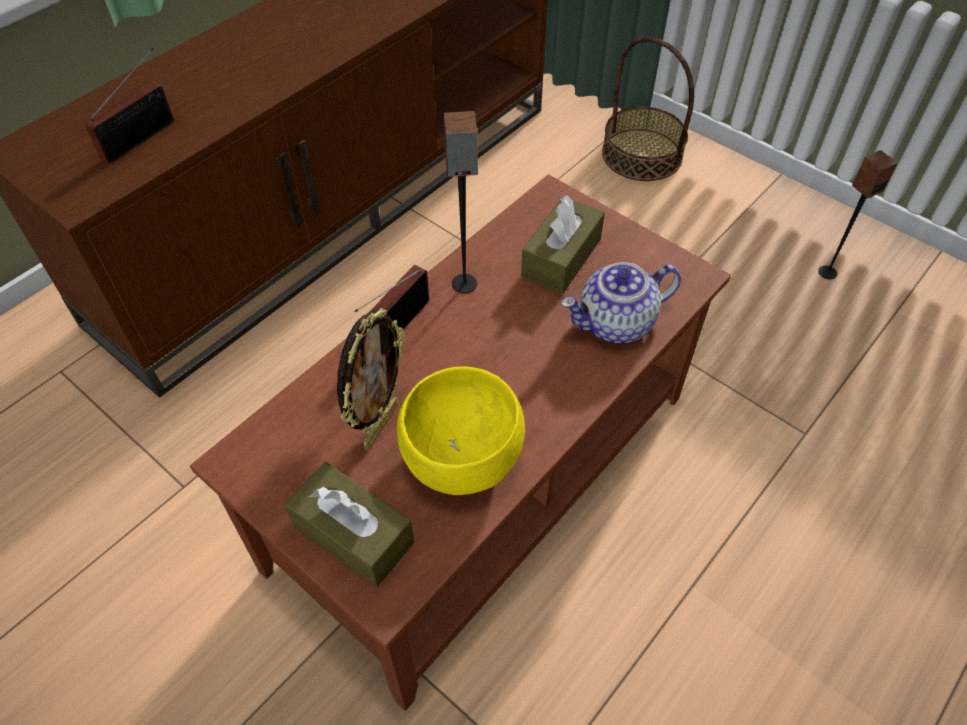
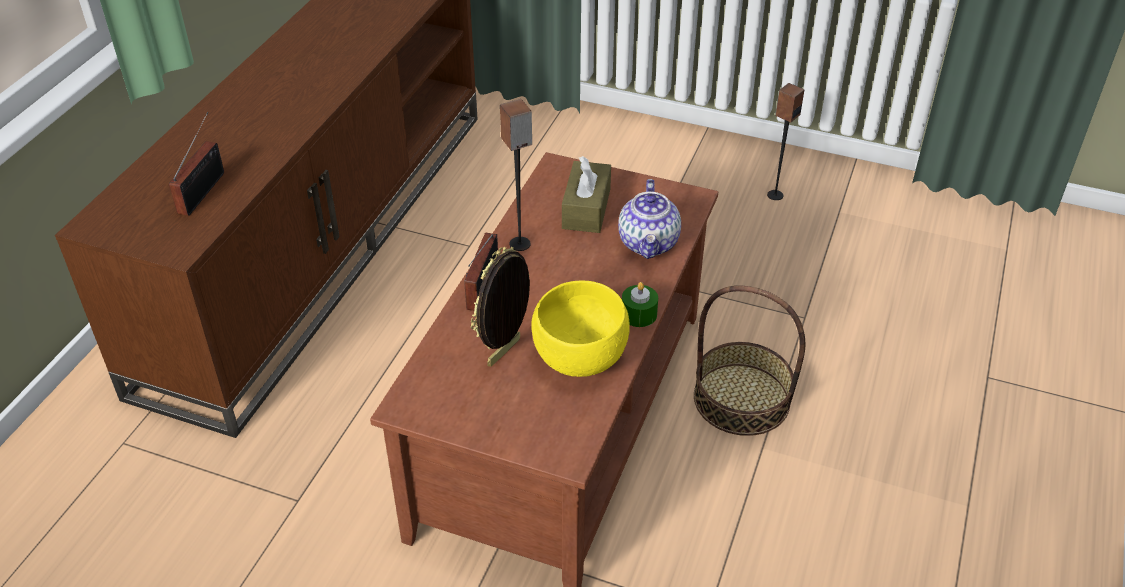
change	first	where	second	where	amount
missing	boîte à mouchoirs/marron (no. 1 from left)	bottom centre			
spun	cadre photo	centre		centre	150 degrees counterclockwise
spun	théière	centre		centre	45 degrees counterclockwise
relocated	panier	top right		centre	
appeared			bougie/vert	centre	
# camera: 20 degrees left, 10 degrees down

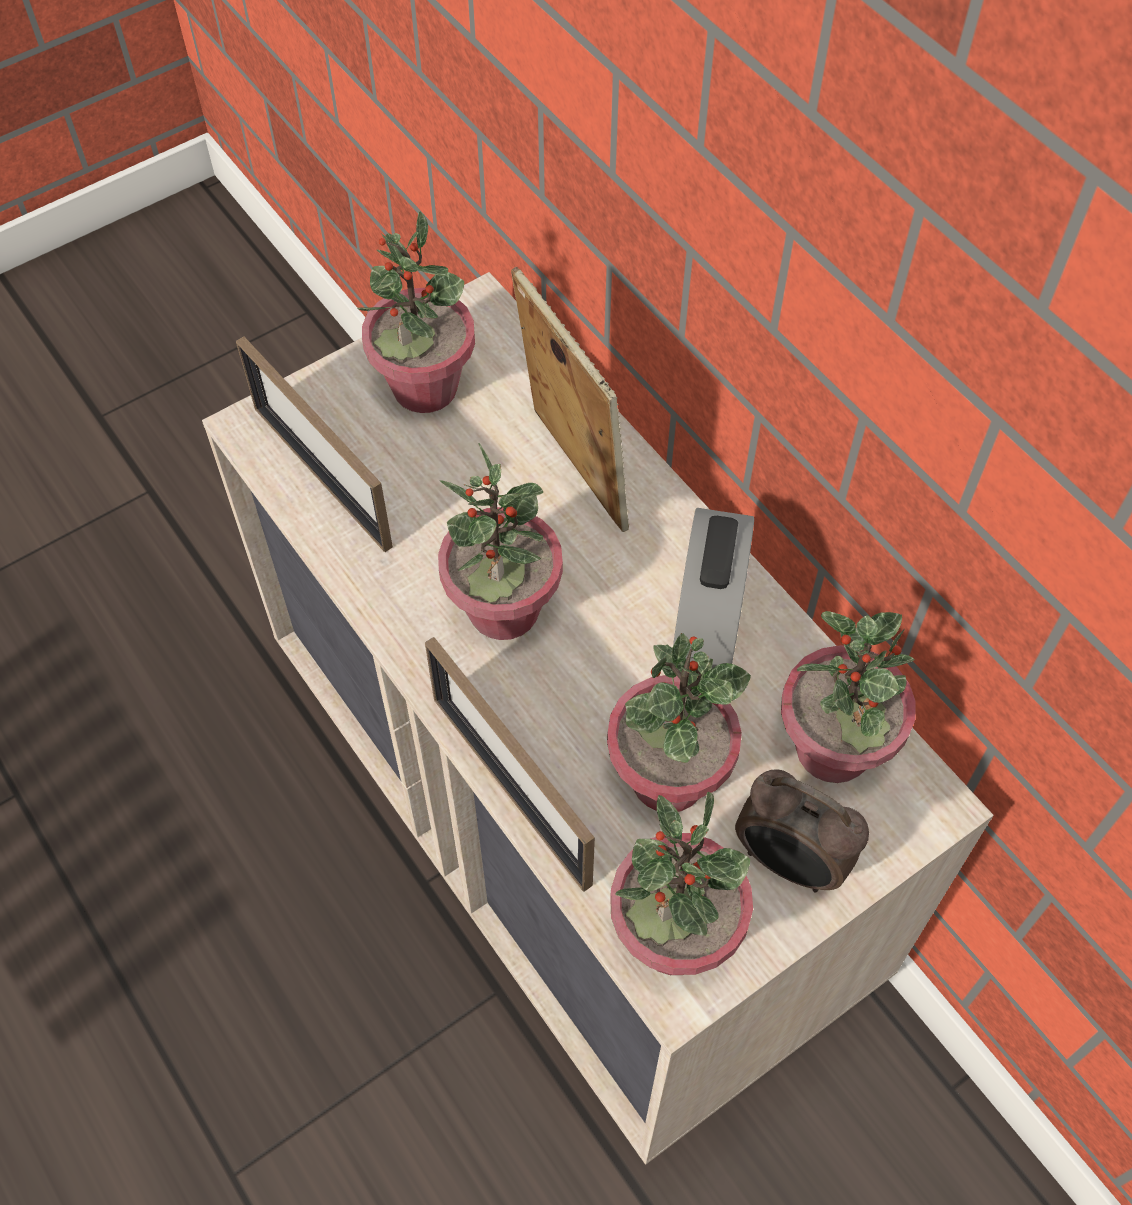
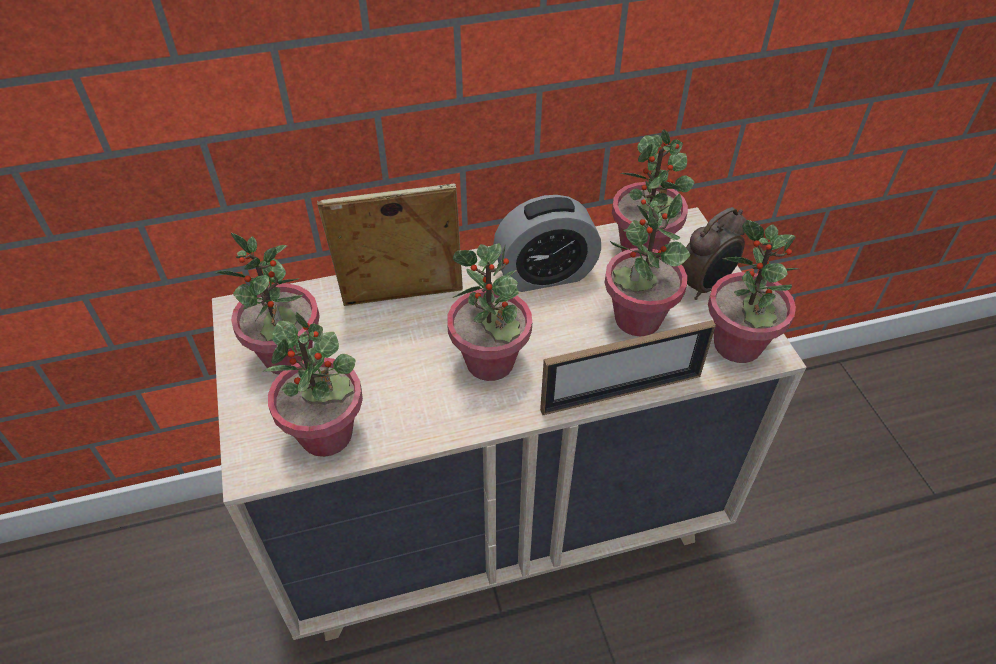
change	first	where	second	where	amount
exchanged	cadre photo (no. 1 from left)	middle left	plante en pot (no. 2 from left)	middle left	
spun	réveil (no. 1 from left)	centre		centre	45 degrees counterclockwise
# camera: 70 degrees left, 10 degrees down

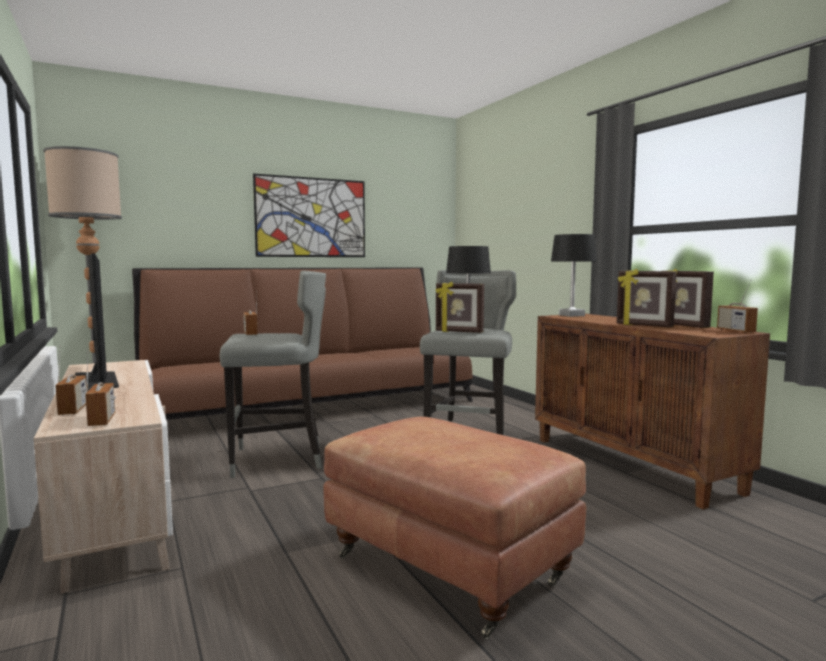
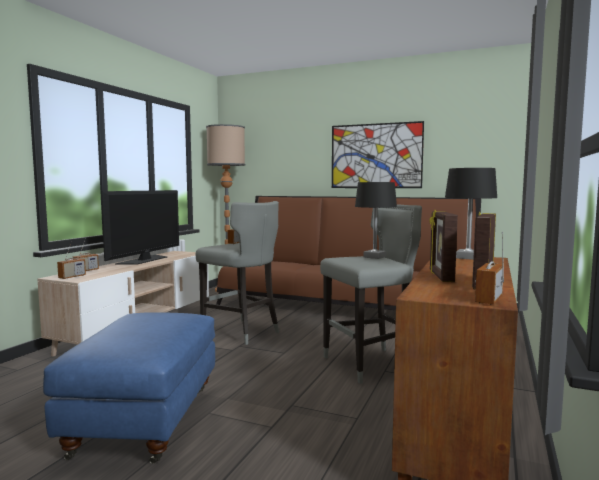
change	first	where	second	where	amount
colour	pouf/marron	bottom centre	pouf/bleu	bottom left	
missing	cadre photo (no. 1 from left)	centre			
# camera: 50 degrees right, 0 degrees up

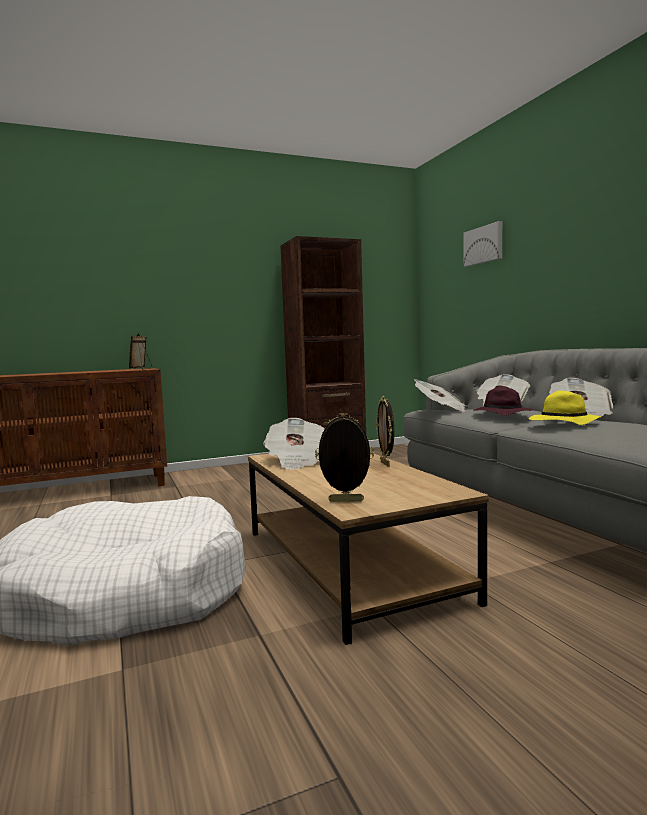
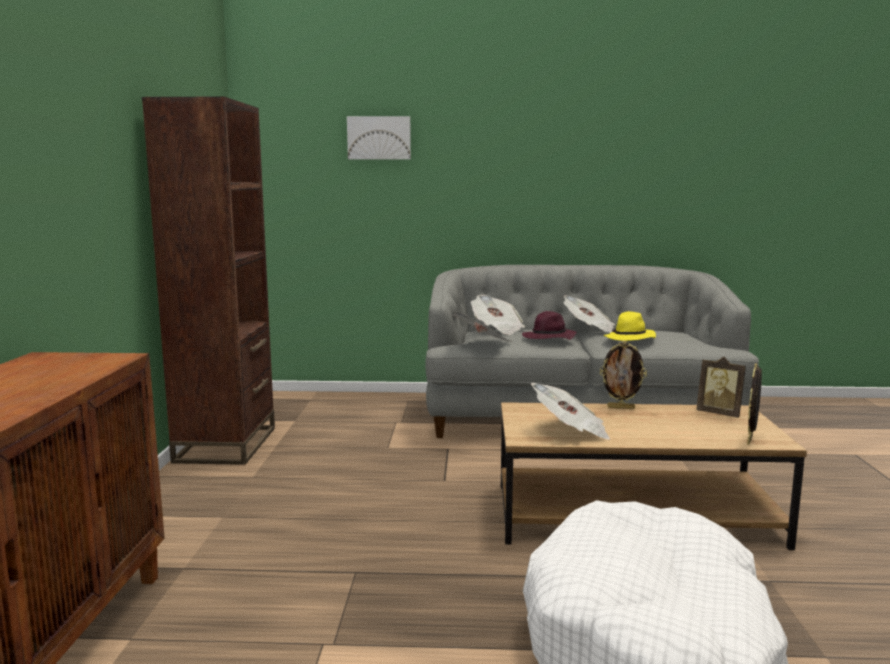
change	first	where	second	where	amount
relocated	cadre photo (no. 1 from left in the first image)	middle left	cadre photo (no. 2 from left)	middle right	
# camera: 65 degrees left, 5 degrees up

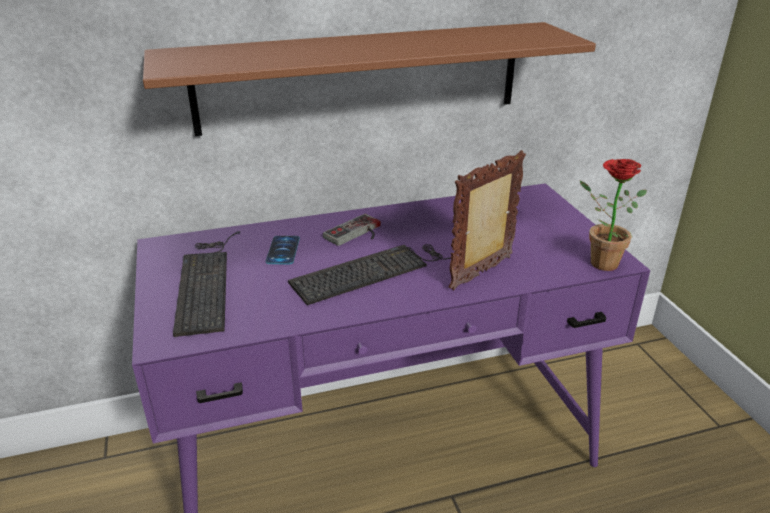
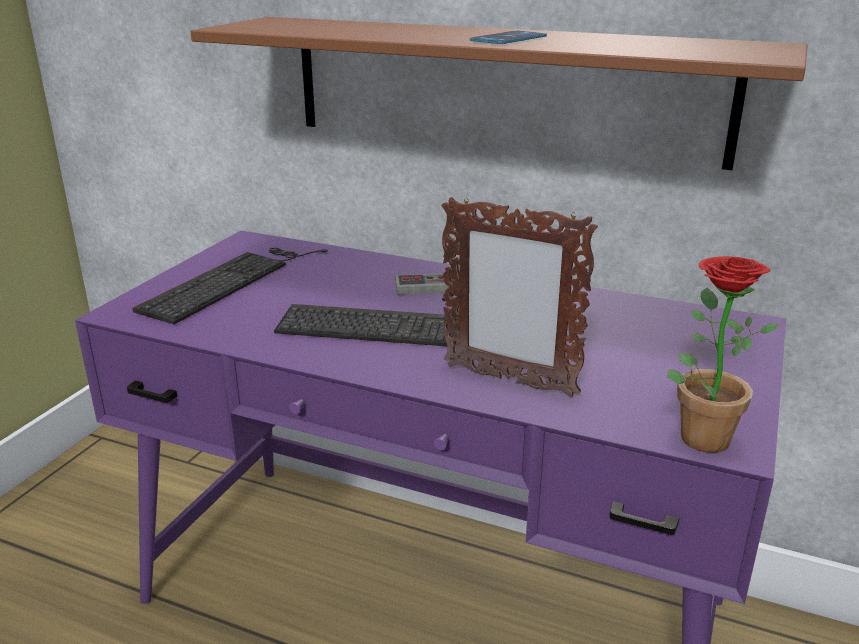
change	first	where	second	where	amount
relocated	téléphone	centre		top centre	
spun	cadre photo	centre		centre	150 degrees counterclockwise
# camera: 40 degrees right, 5 degrees down

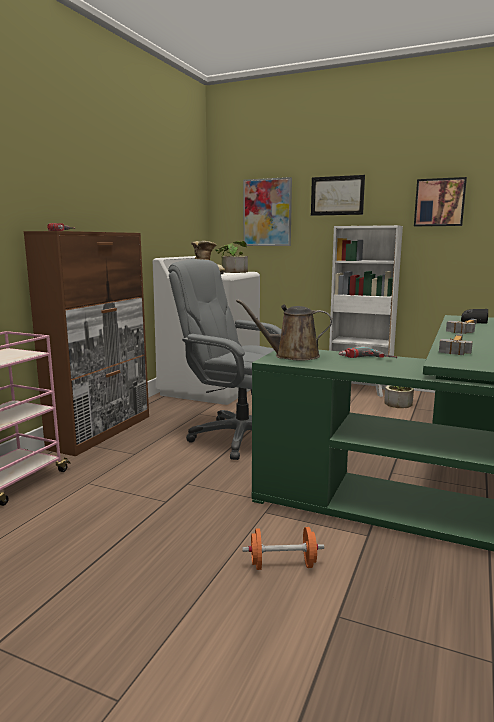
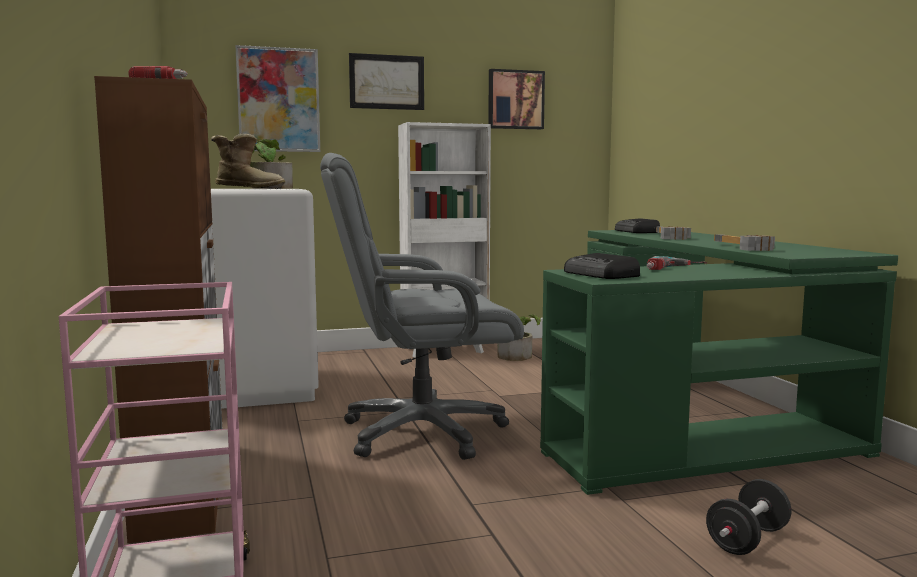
change	first	where	second	where	amount
exchanged	arrosoir/marron	centre	radio (no. 1 from left)	centre	
colour	haltère/orange	bottom centre	haltère/noir	bottom right	
# camera: 40 degrees left, 5 degrees down

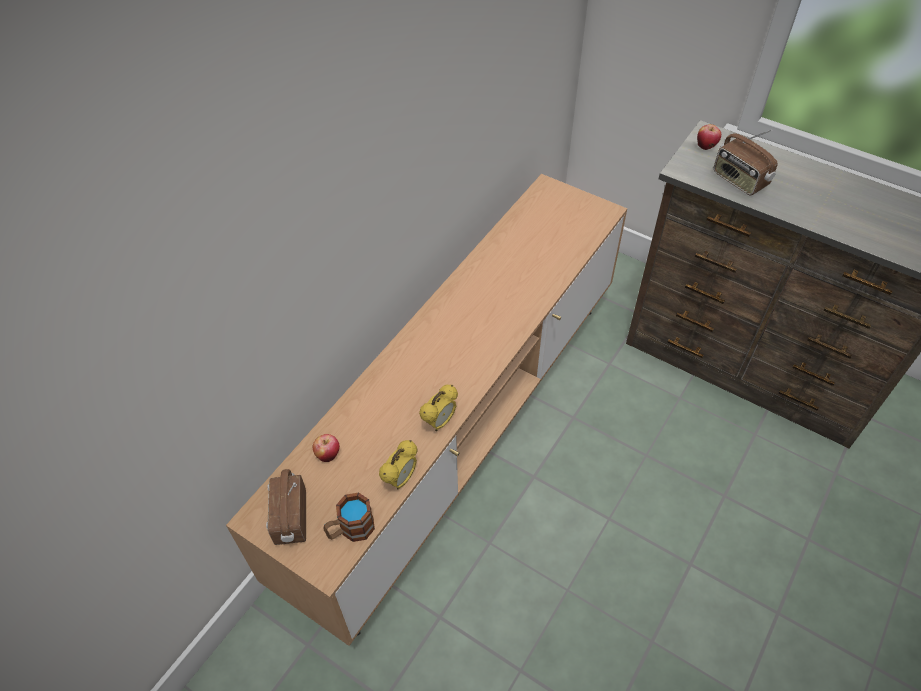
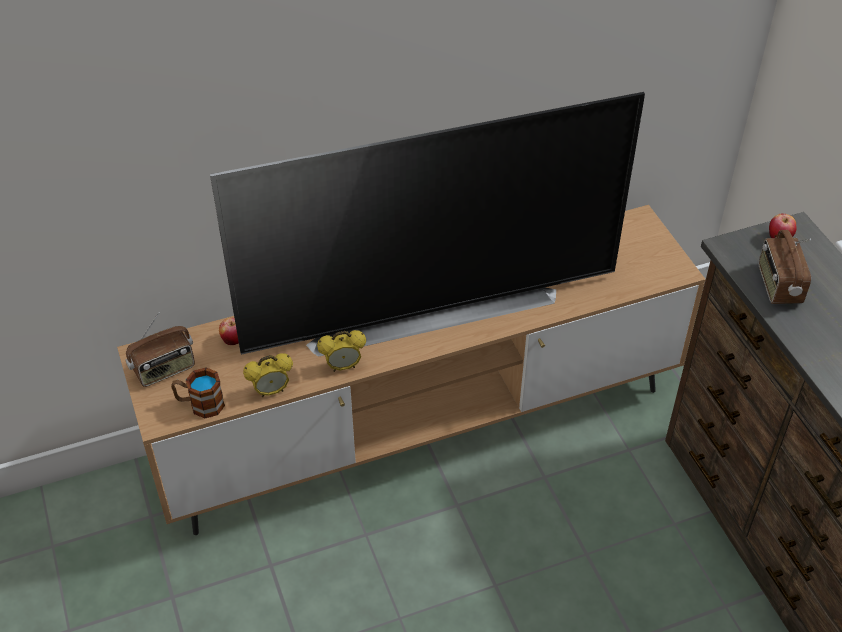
change	first	where	second	where	amount
spun	radio (no. 1 from left)	bottom left		middle left	150 degrees counterclockwise
appeared			téléviseur	centre	
# camera: 35 degrees right, 5 degrees down

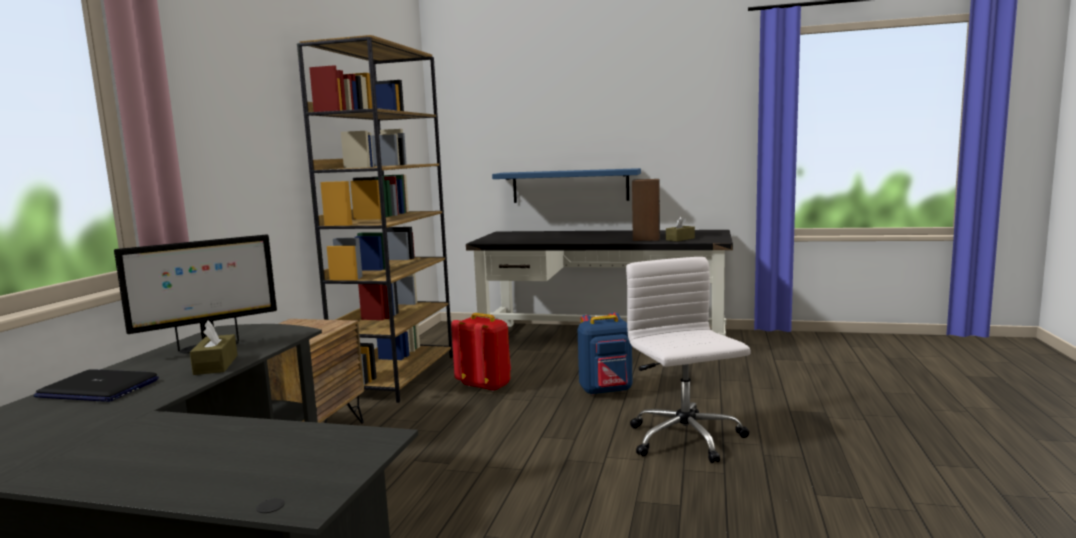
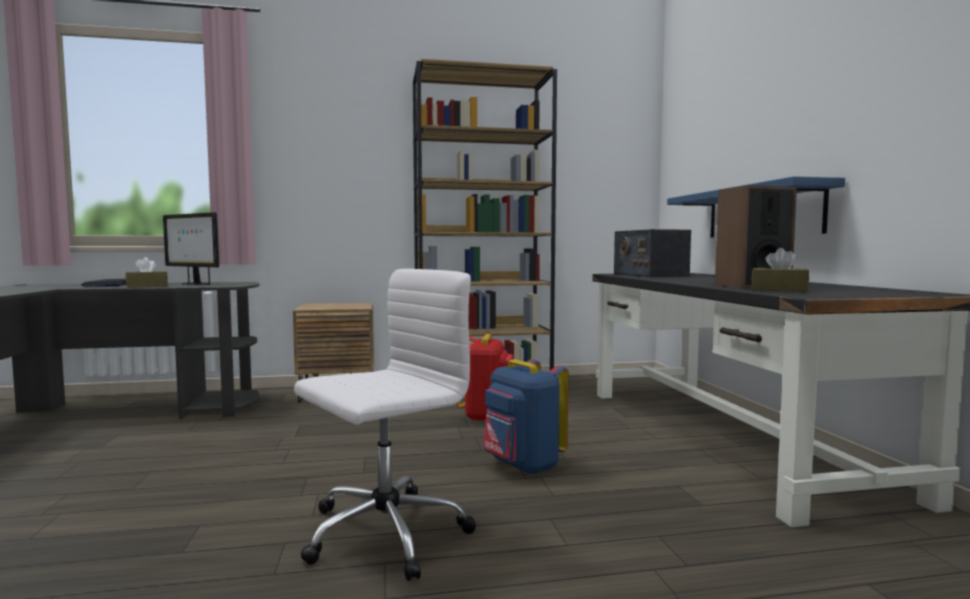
change	first	where	second	where	amount
appeared			radio	middle right	
# camera: 65 degrees right, 5 degrees down

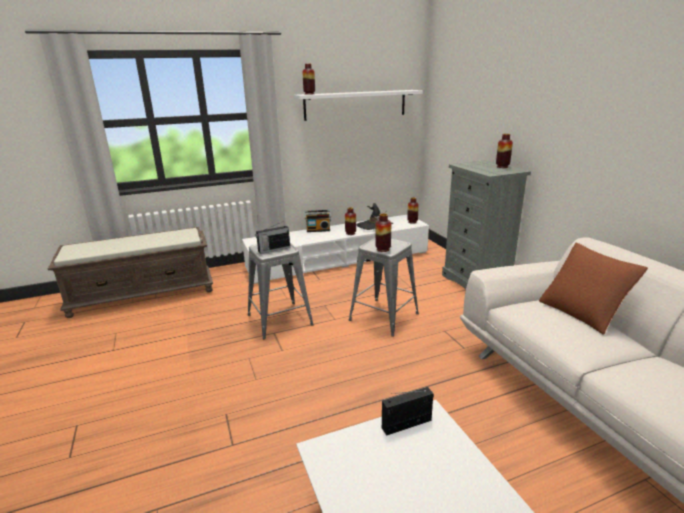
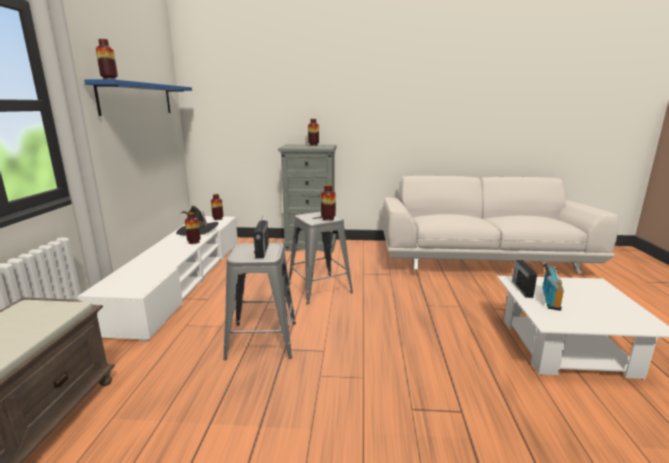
change	first	where	second	where	amount
colour	étagère/blanc	top centre	étagère/bleu	top left	
relocated	radio (no. 2 from left in the first image)	centre	radio (no. 3 from left)	middle right	
missing	coussin/marron	middle right			
# camera: 65 degrees left, 5 degrees down

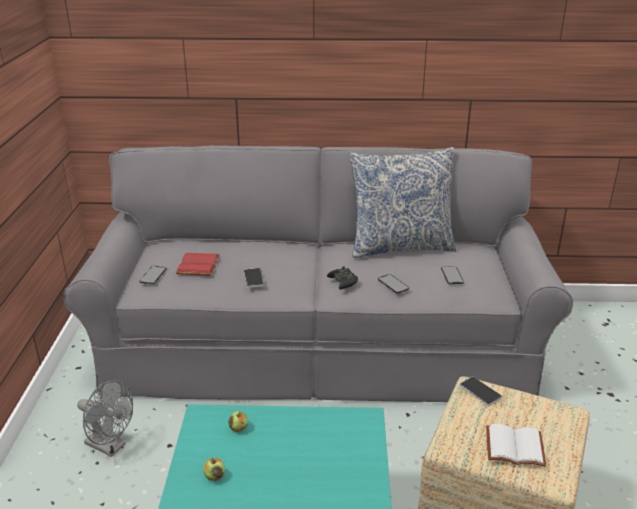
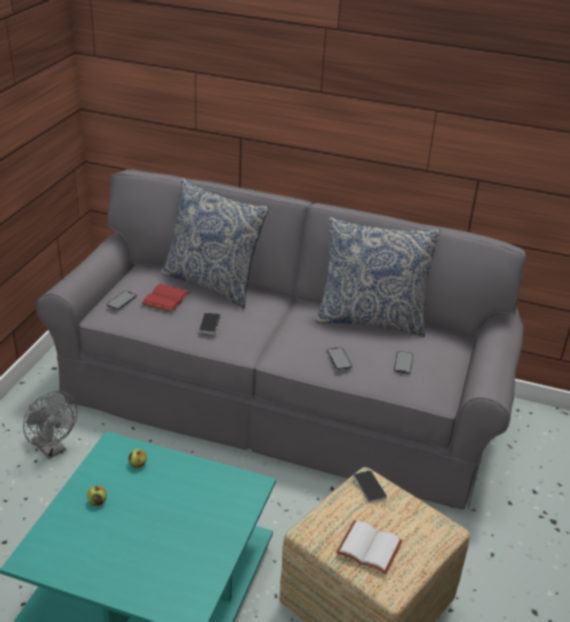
change	first	where	second	where	amount
missing	manette/noir	centre			
appeared			coussin (no. 1 from left)	centre	
# camera: 15 degrees right, 5 degrees up

